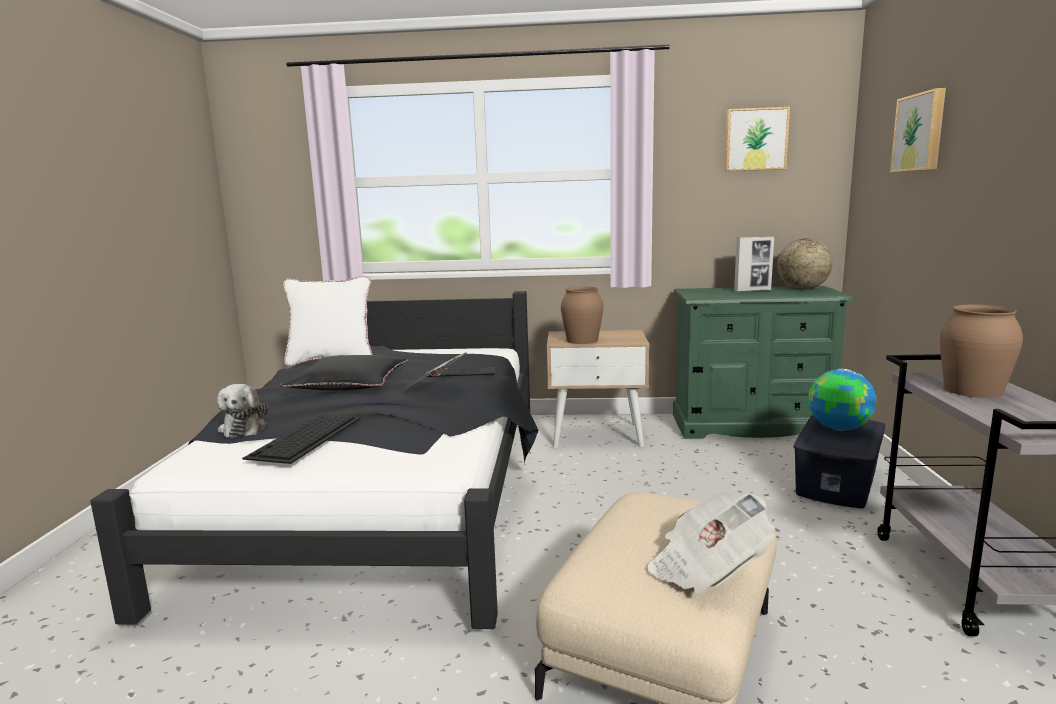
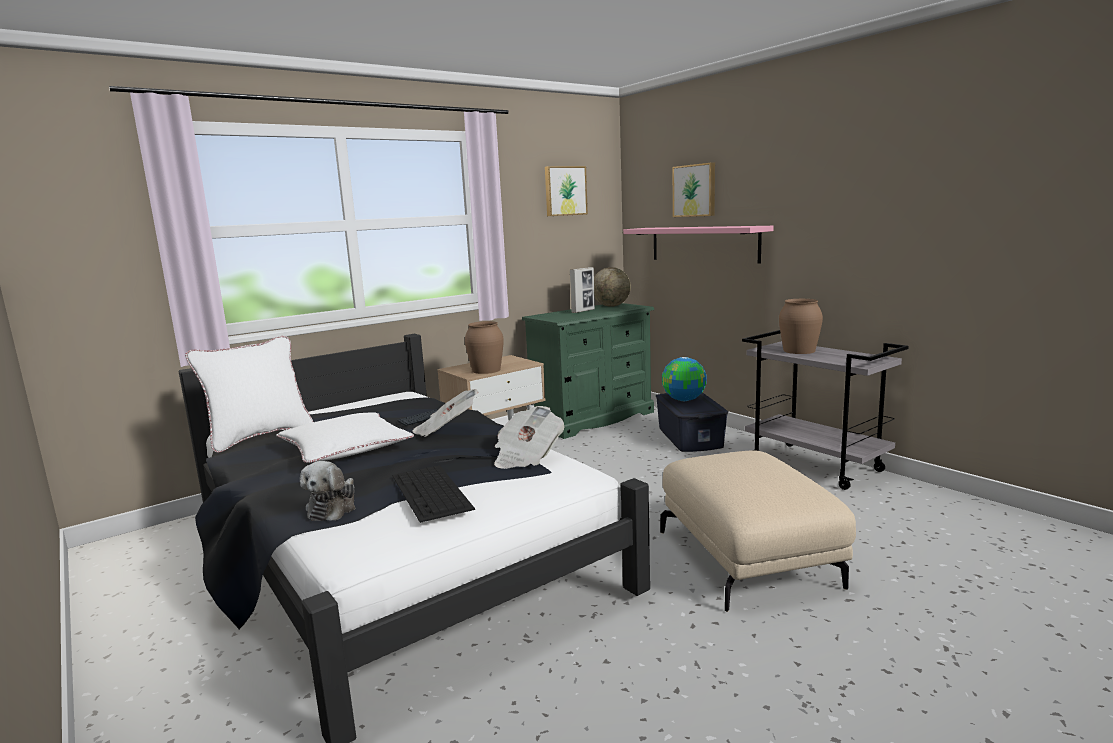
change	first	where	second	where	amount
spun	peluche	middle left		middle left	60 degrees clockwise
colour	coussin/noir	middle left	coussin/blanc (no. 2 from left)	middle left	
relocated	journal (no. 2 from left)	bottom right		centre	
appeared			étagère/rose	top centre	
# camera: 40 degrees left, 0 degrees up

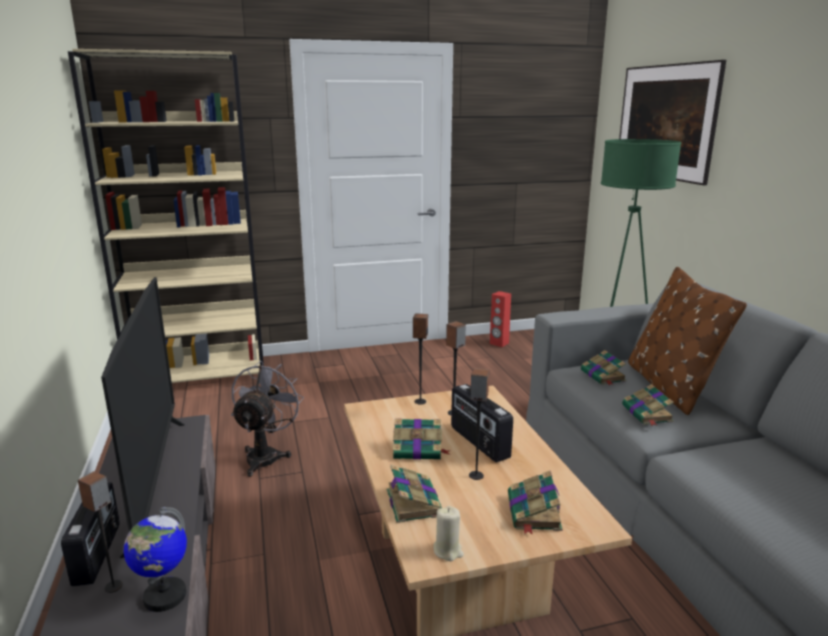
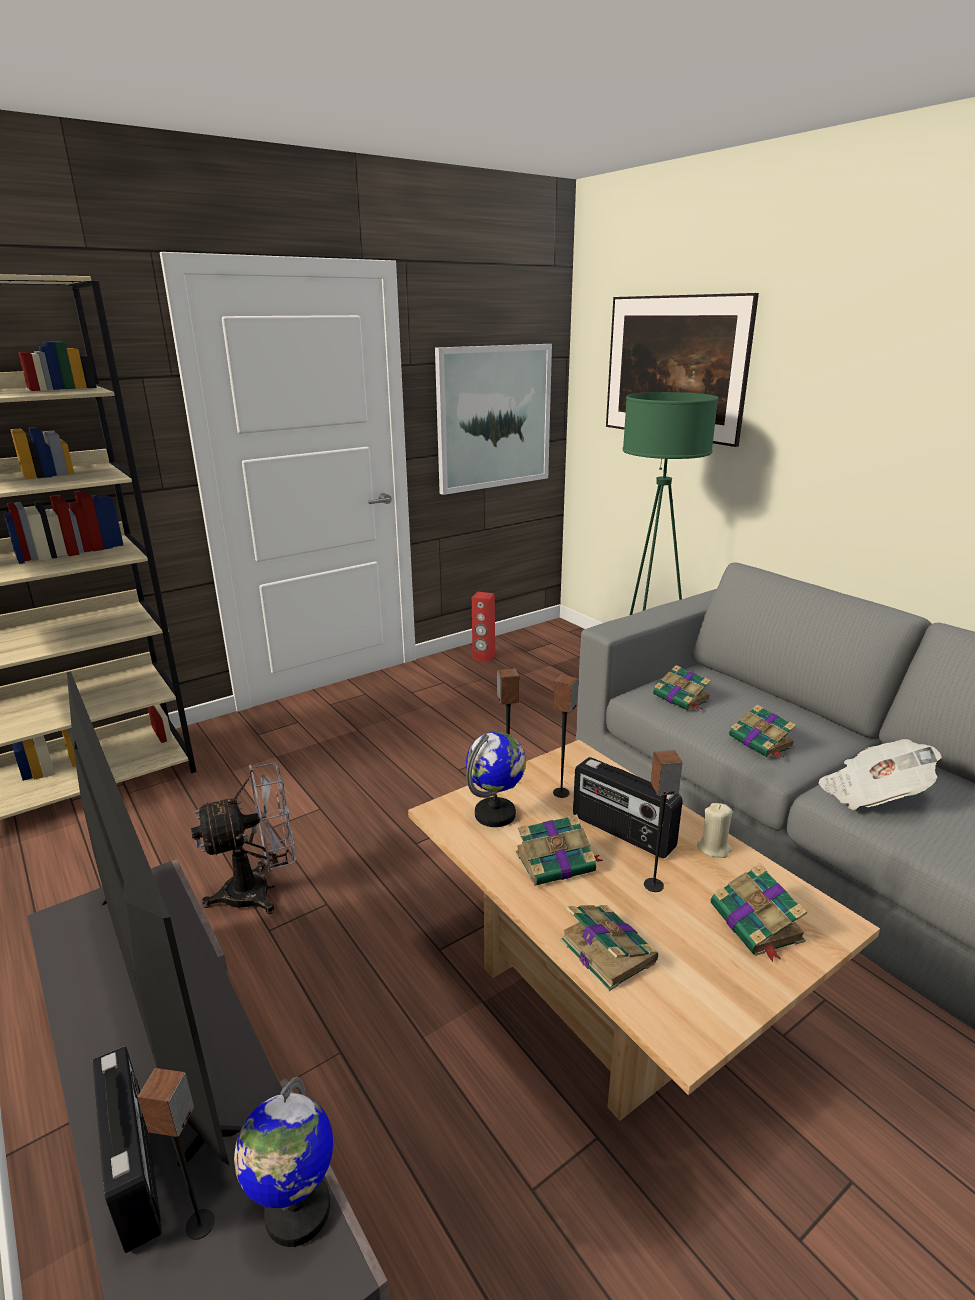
change	first	where	second	where	amount
spun	ventilateur/gris	middle left		middle left	75 degrees clockwise
relocated	bougie/beige	bottom centre		middle right	
missing	coussin/marron	middle right			
appeared			tableau (no. 1 from left)	top centre	
appeared			globe (no. 2 from left)	centre	
appeared			journal	middle right	
# camera: 20 degrees left, 5 degrees up

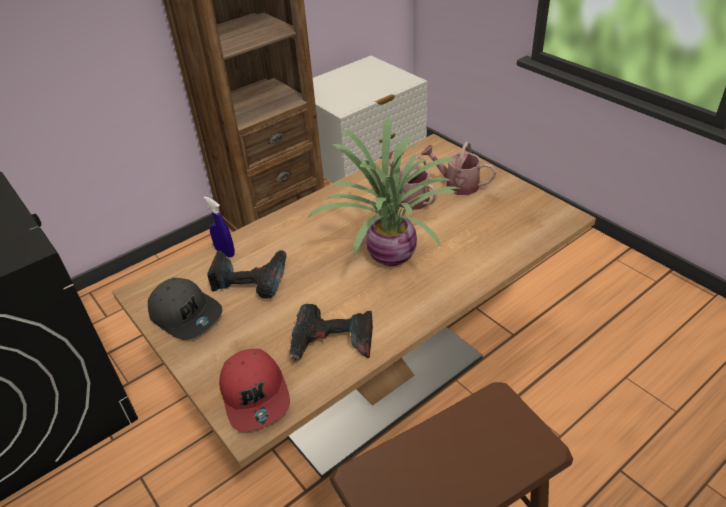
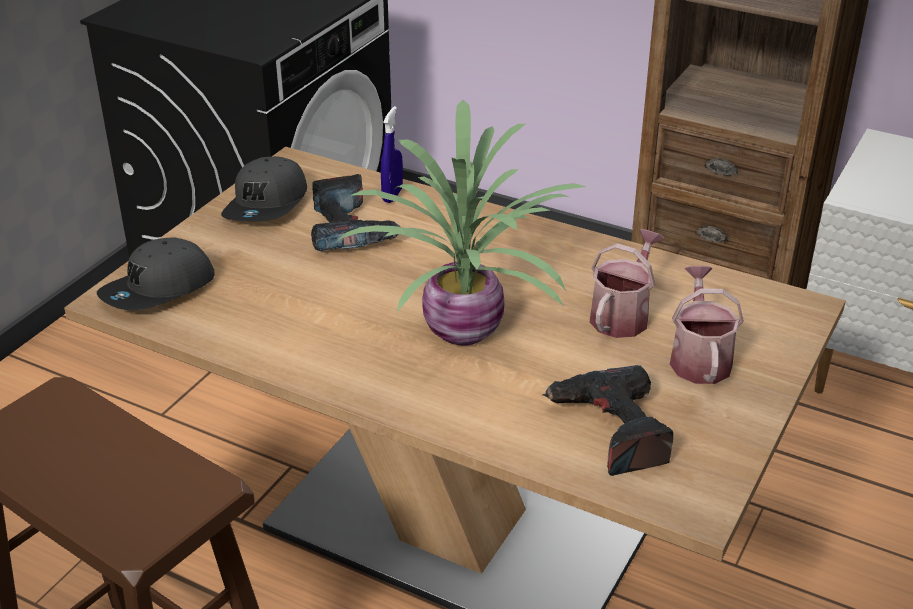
change	first	where	second	where	amount
colour	casquette/rouge	bottom centre	casquette/gris (no. 1 from left)	middle left	
relocated	perceuse (no. 2 from left)	centre		bottom centre	
# camera: 65 degrees right, 5 degrees down

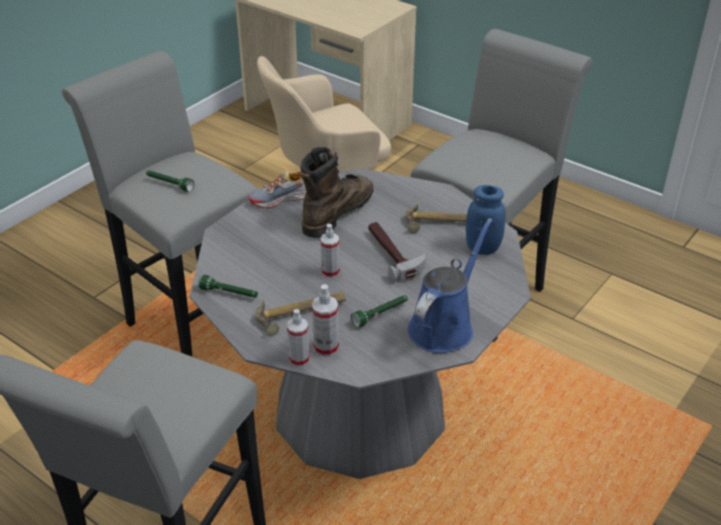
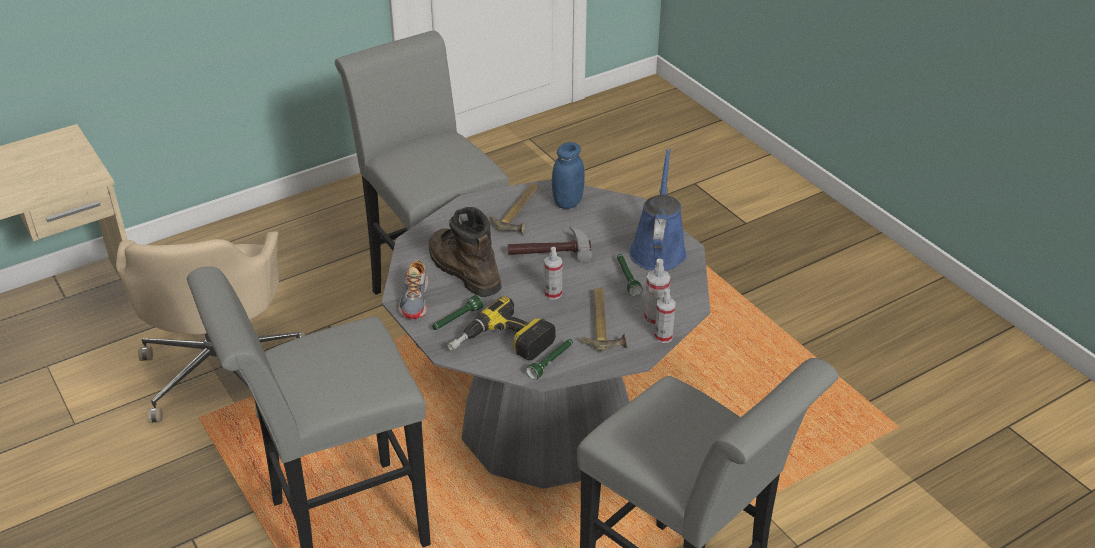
change	first	where	second	where	amount
relocated	lampe de poche/vert (no. 1 from left)	middle left		centre	
spun	arrosoir/bleu	centre		centre	45 degrees clockwise
appeared			perceuse	centre	
# camera: 70 degrees left, 0 degrees up

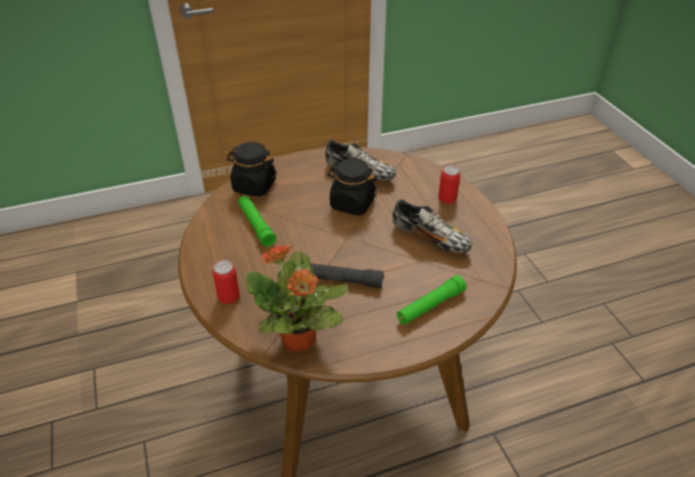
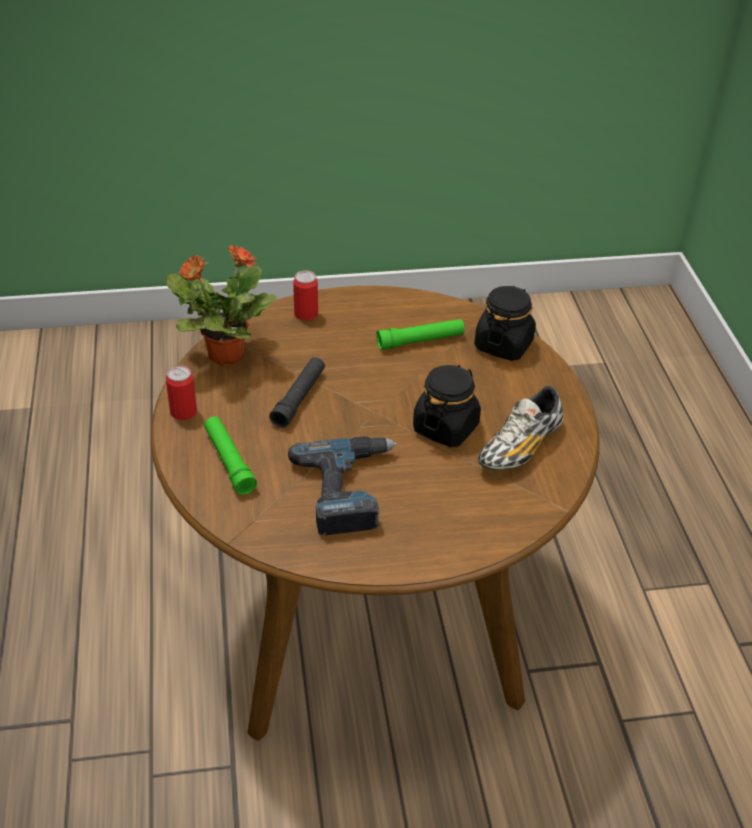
change	first	where	second	where	amount
exchanged	chaussure (no. 2 from left)	centre	perceuse	centre	
relocated	boîte métallique (no. 2 from left in the first image)	centre	boîte métallique (no. 1 from left)	middle left	
# camera: 100 degrees right, 0 degrees up

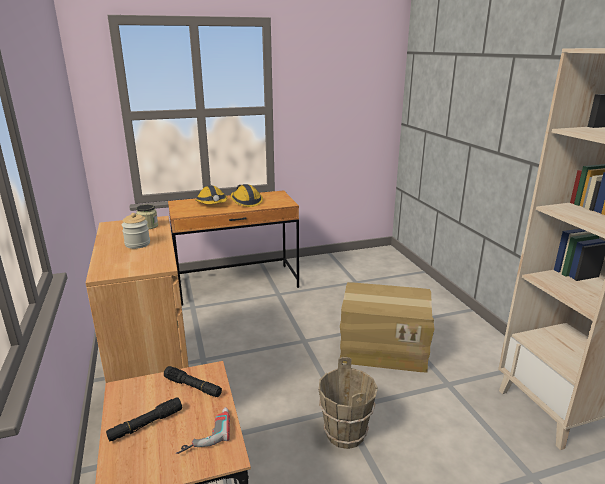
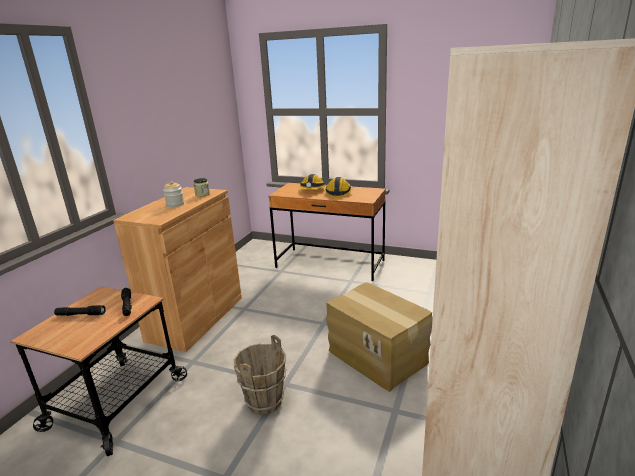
change	first	where	second	where	amount
missing	perceuse	bottom centre			
# camera: 40 degrees right, 0 degrees up

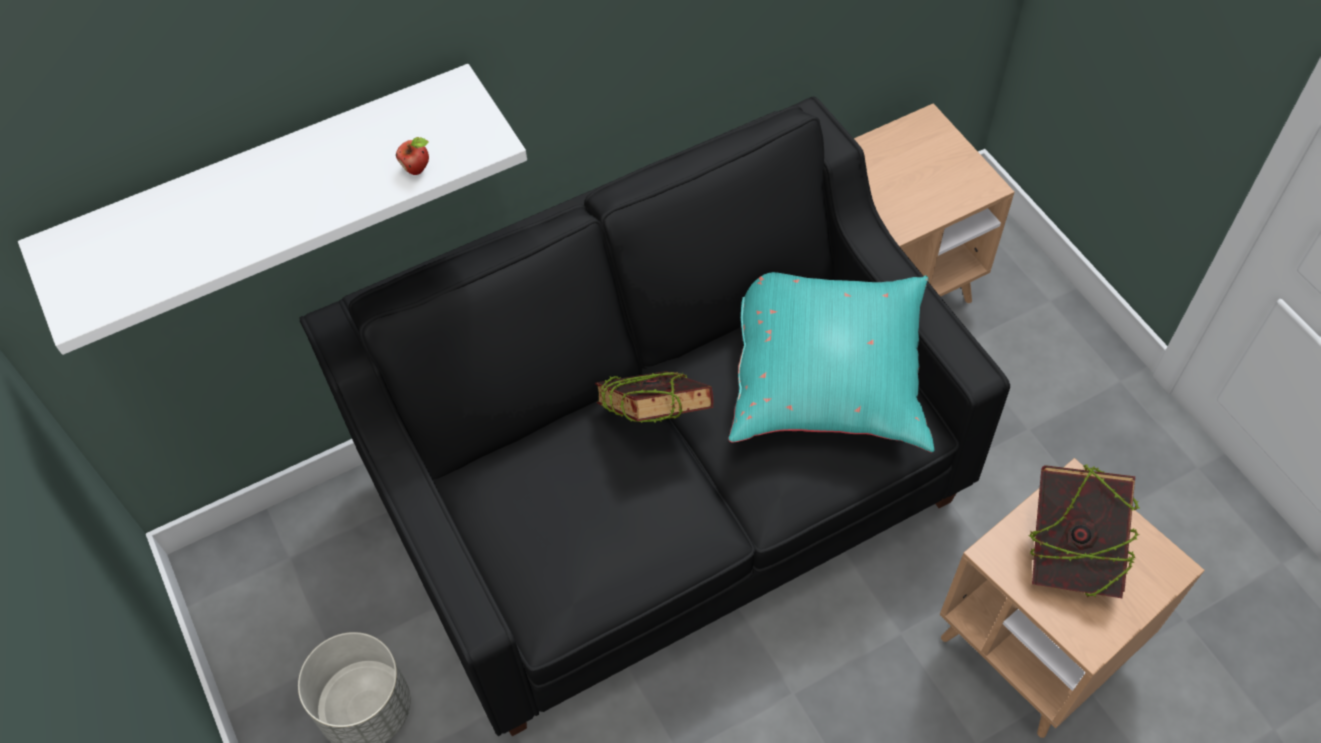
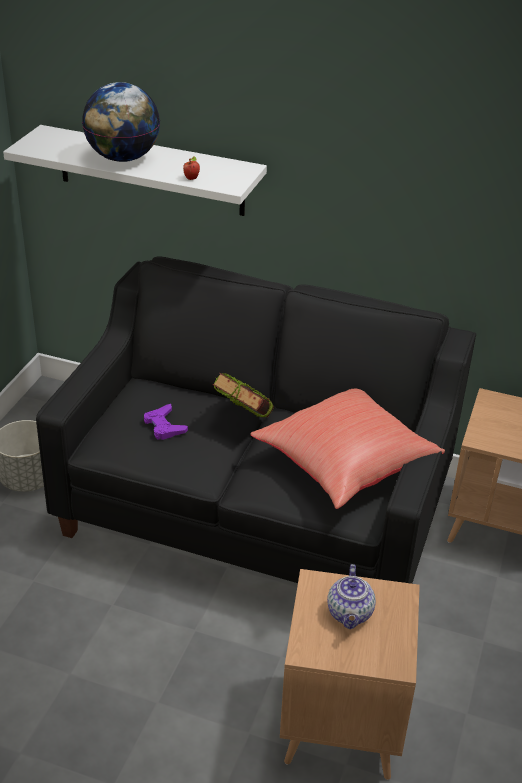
change	first	where	second	where	amount
colour	coussin/turquoise	centre	coussin/rouge	centre	
exchanged	livre (no. 2 from left)	bottom right	théière	bottom right	
appeared			globe	top left	
appeared			manette/violet	middle left	
# camera: 45 degrees right, 20 degrees down

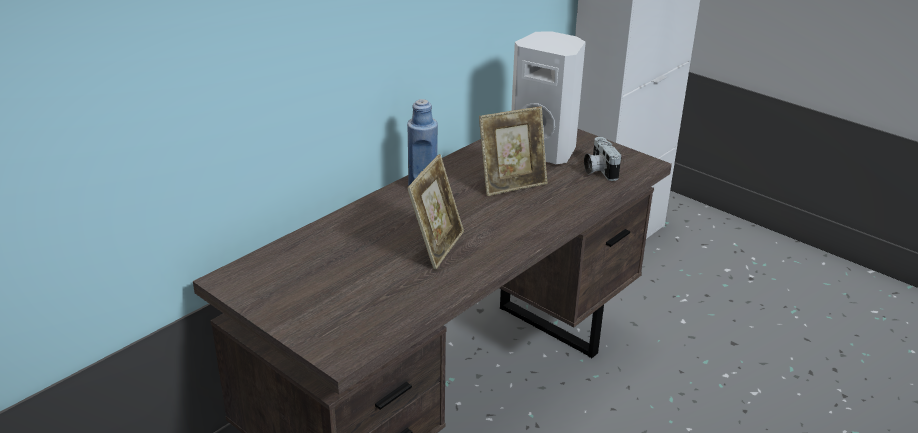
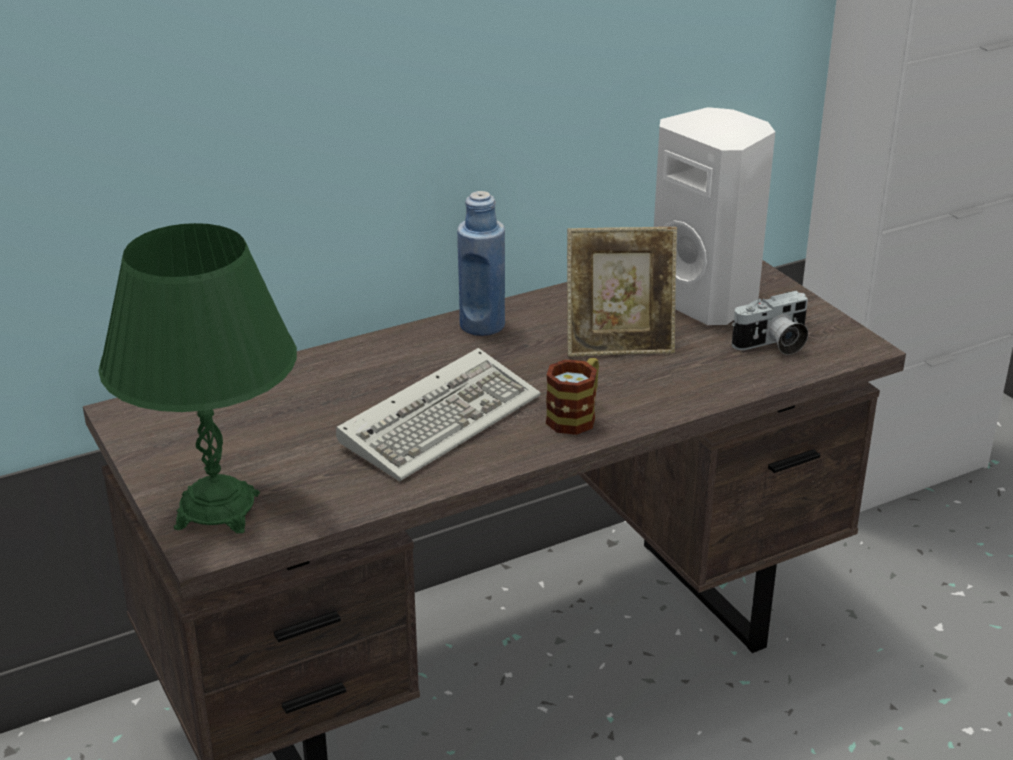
change	first	where	second	where	amount
exchanged	cadre photo (no. 1 from left)	centre	clavier	centre	
spun	appareil photo	centre		middle right	120 degrees counterclockwise
appeared			lampe de table/vert	middle left	
appeared			mug	centre	
# camera: 20 degrees right, 0 degrees up

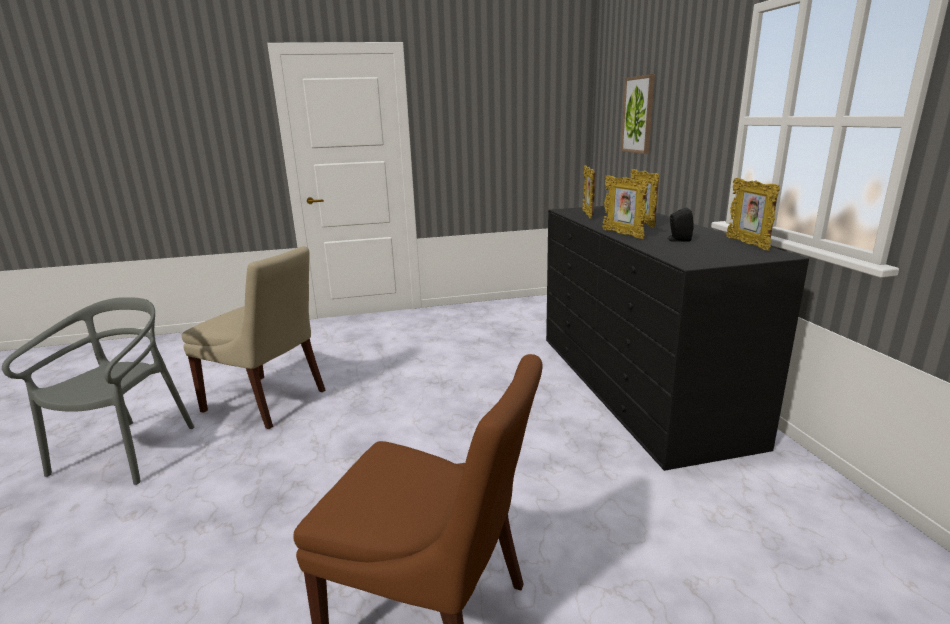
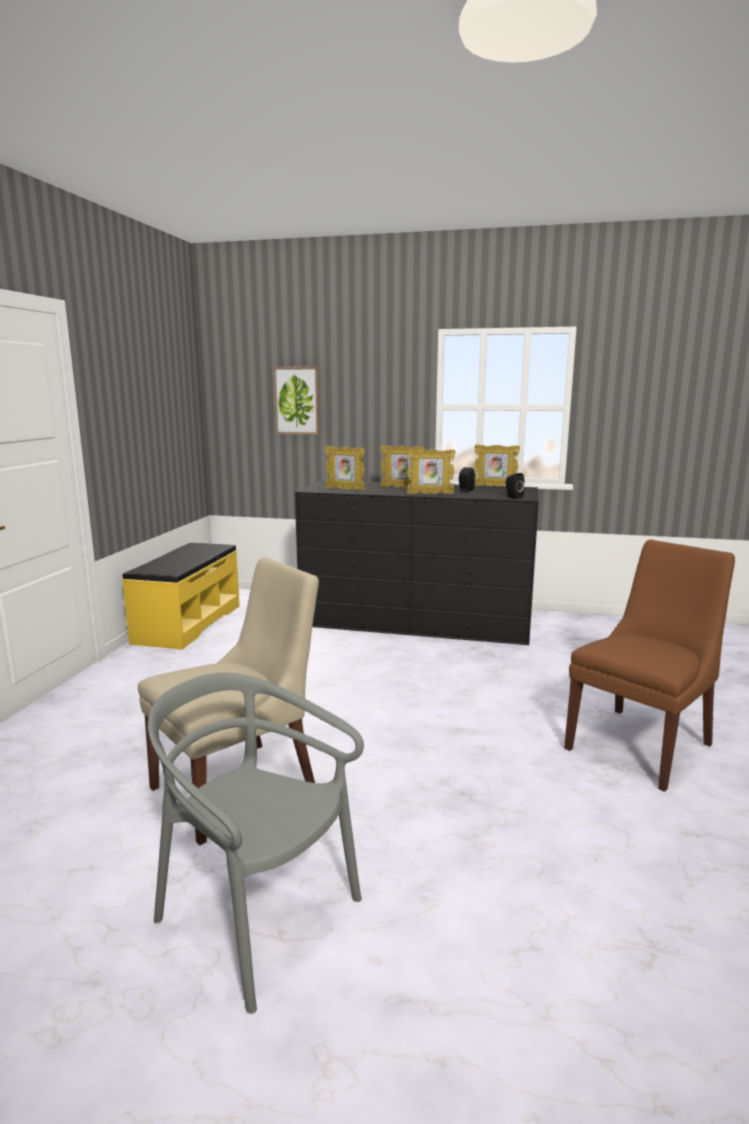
change	first	where	second	where	amount
appeared			banc/jaune	middle left	
appeared			enceinte/noir (no. 2 from left)	middle right	
# camera: 65 degrees left, 5 degrees down

